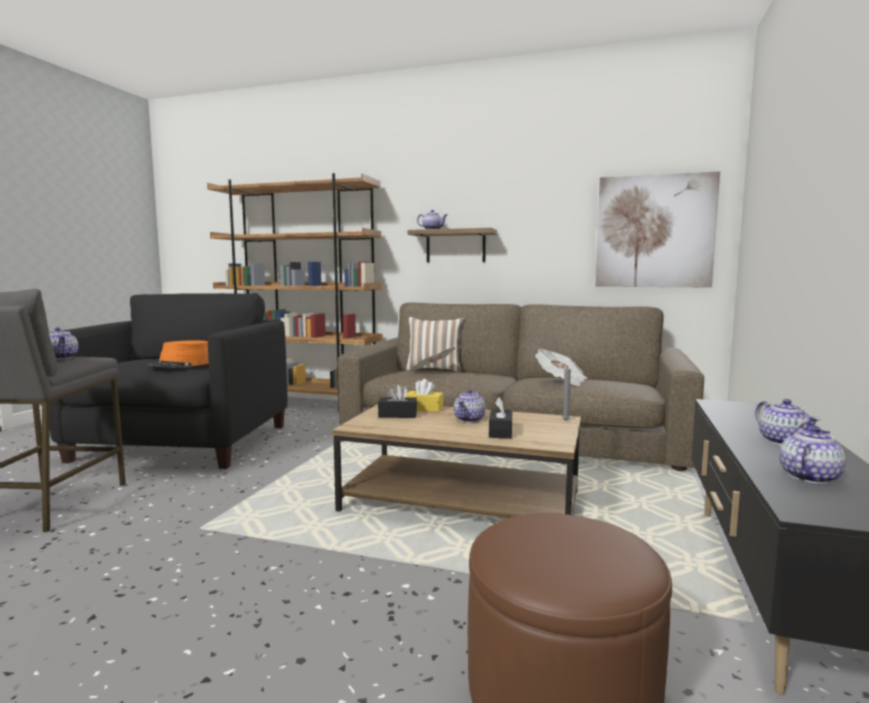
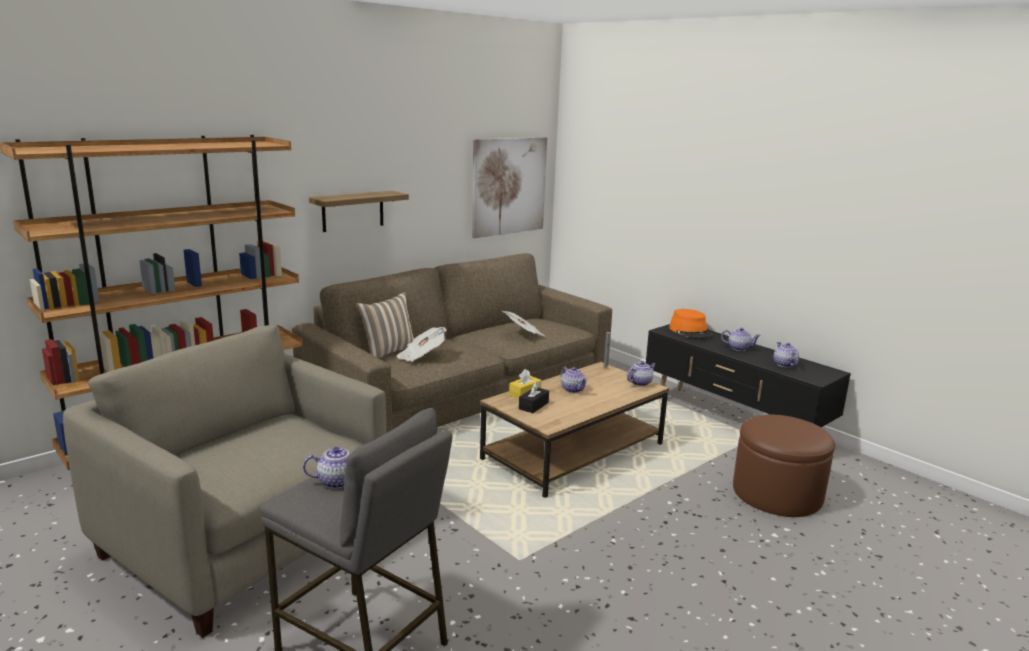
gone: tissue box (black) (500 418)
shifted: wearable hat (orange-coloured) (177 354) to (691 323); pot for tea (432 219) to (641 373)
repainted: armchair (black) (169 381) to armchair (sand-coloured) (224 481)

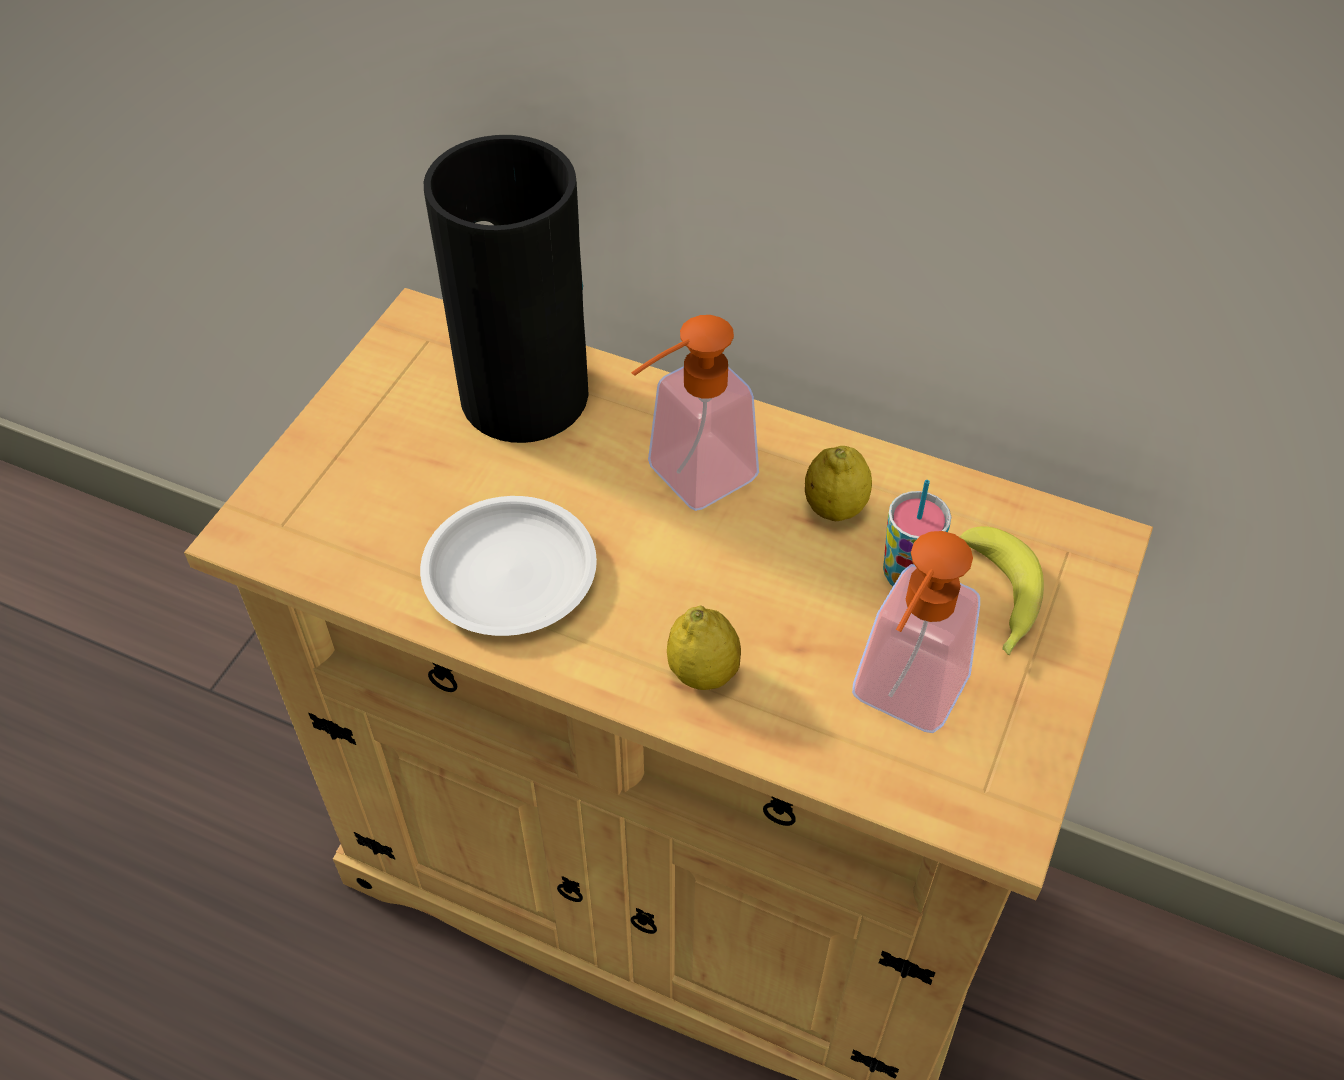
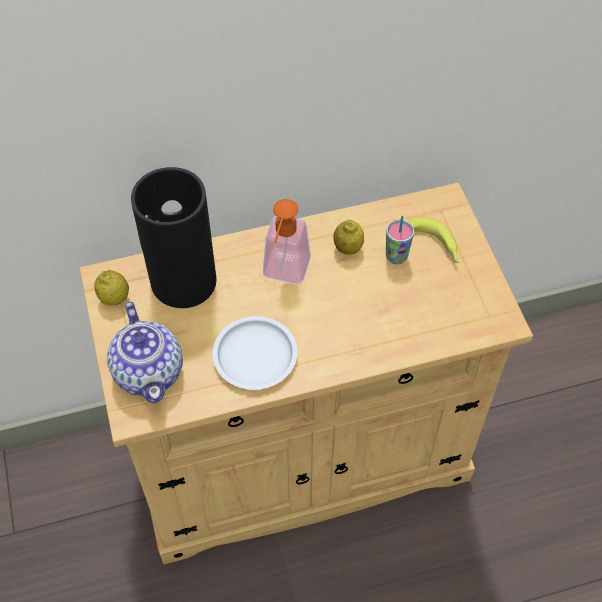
gone: liquid soap bottle (916 632)
new: pot for tea (145 352)
shifted: lemon (704 648) to (111 288)

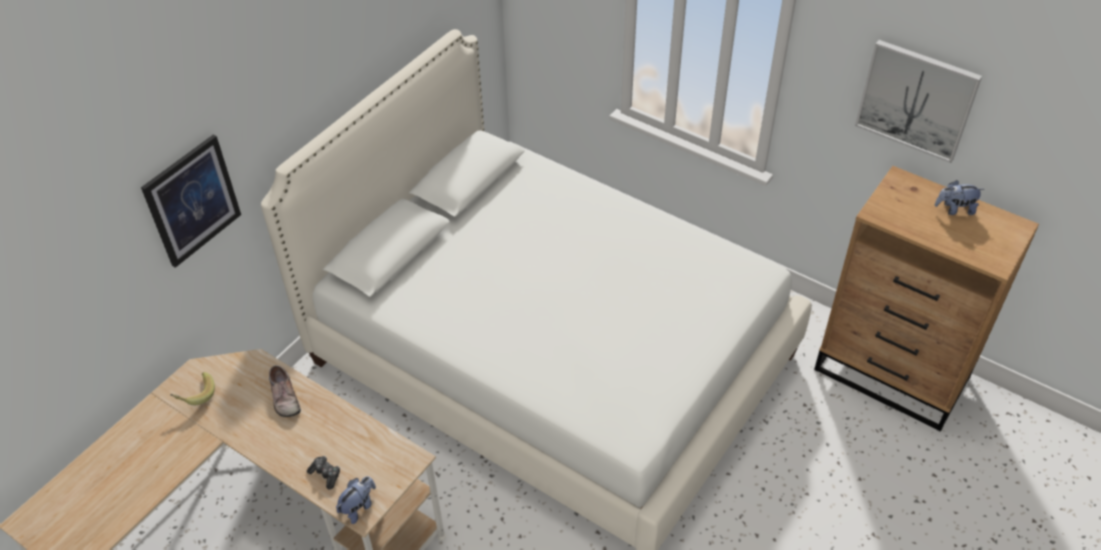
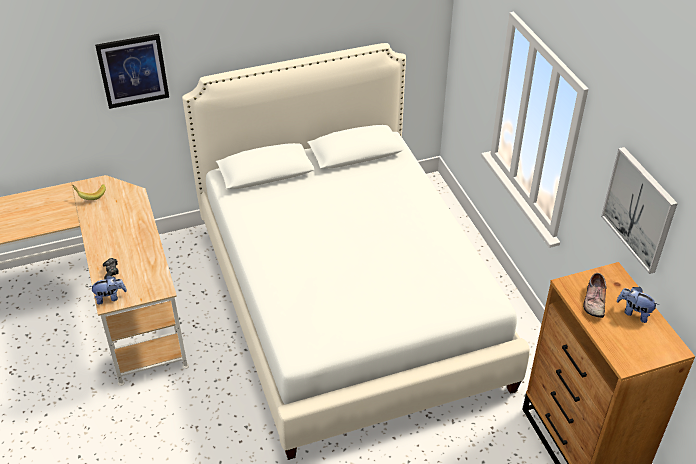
shifted: shoe (285 391) to (595 295)

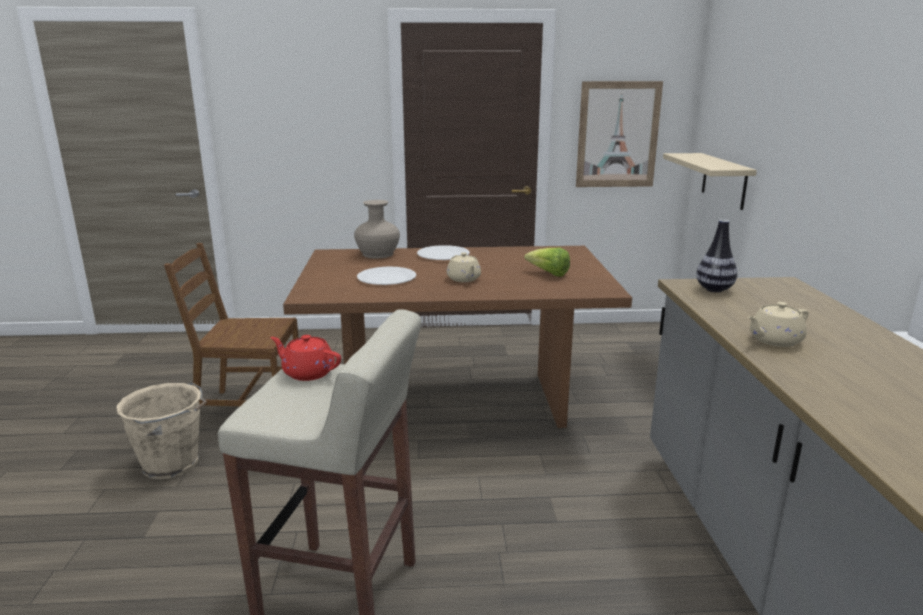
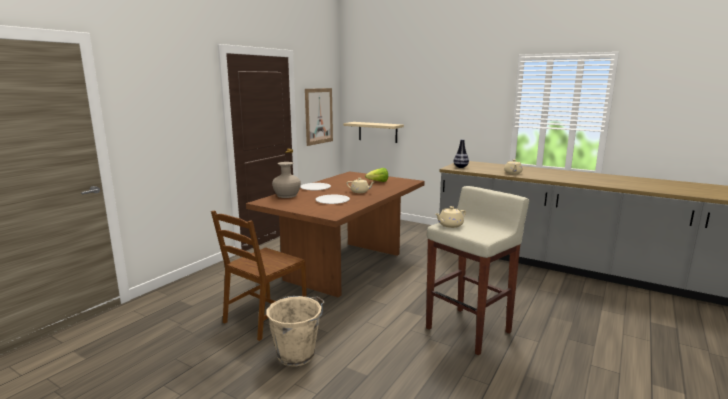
repainted: pot for tea (red) (305 358) to pot for tea (sand-coloured) (451 217)

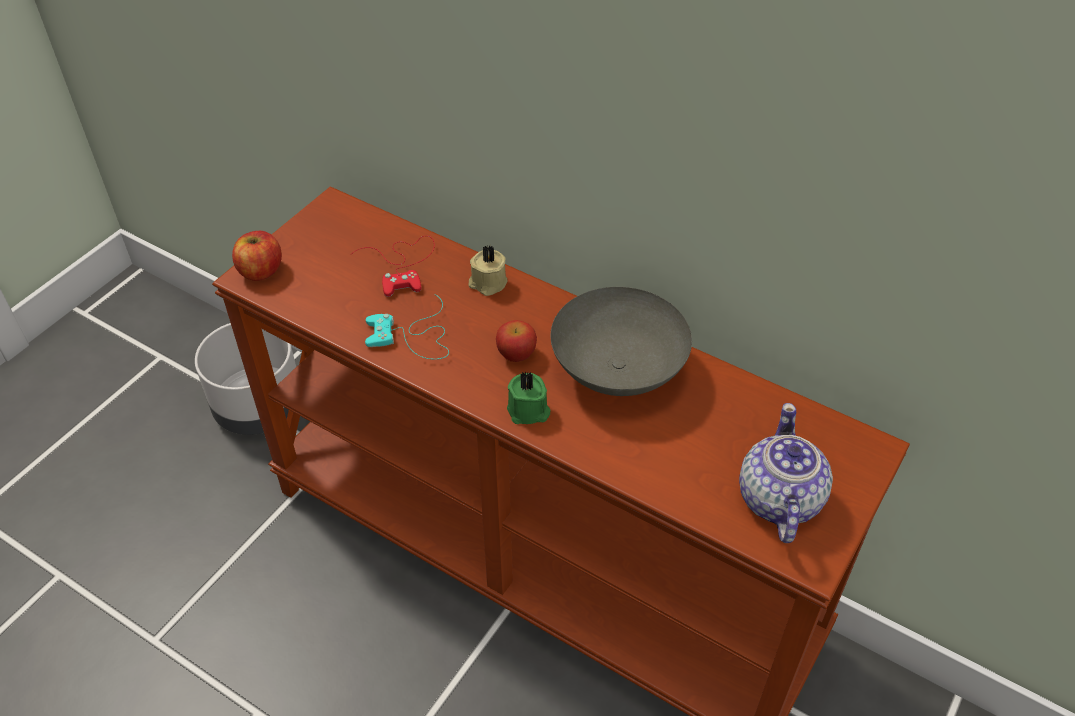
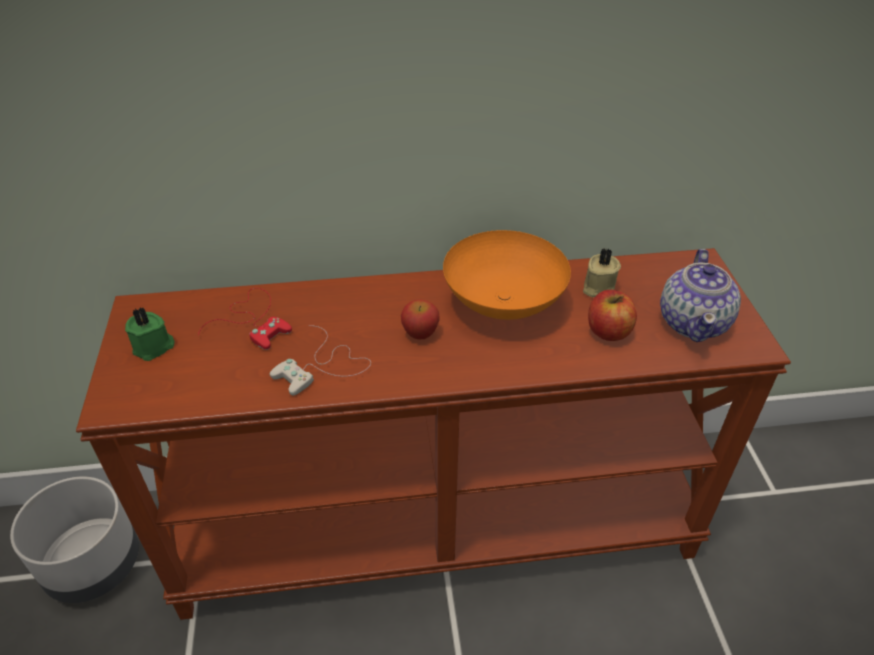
shifted: apple (257 256) to (612 315); wax candle (sand-coloured) (488 270) to (602 273); wax candle (green) (529 398) to (149 334)
repainted: gamepad (blue-green) (407 326) to gamepad (white) (320 360); bowl (greyish) (621 341) to bowl (orange-coloured) (507 275)
rotated: pot for tea (786 473) = (700 295) 135 degrees counterclockwise

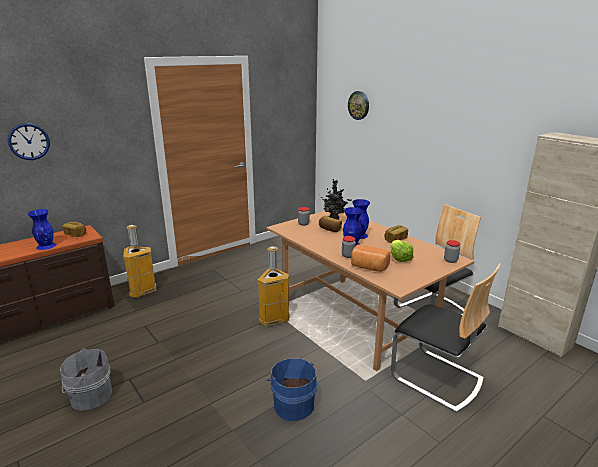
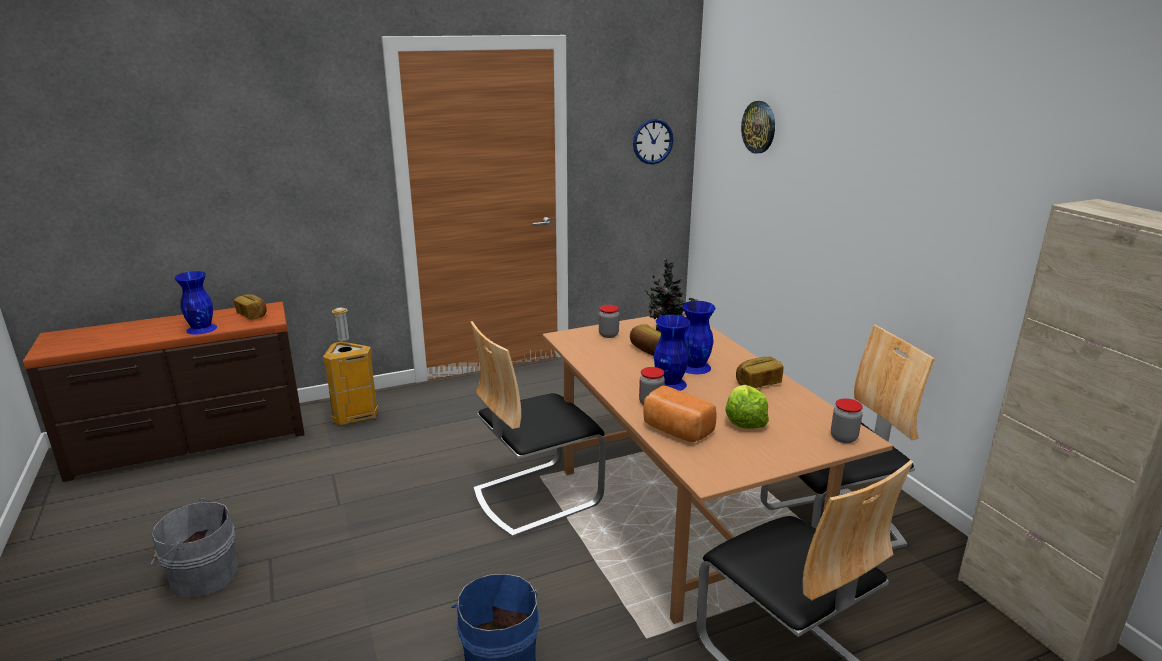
shifted: clock on the wall (29 141) to (653 142)
swapped: waste bin (273 286) to upright chair (538 429)

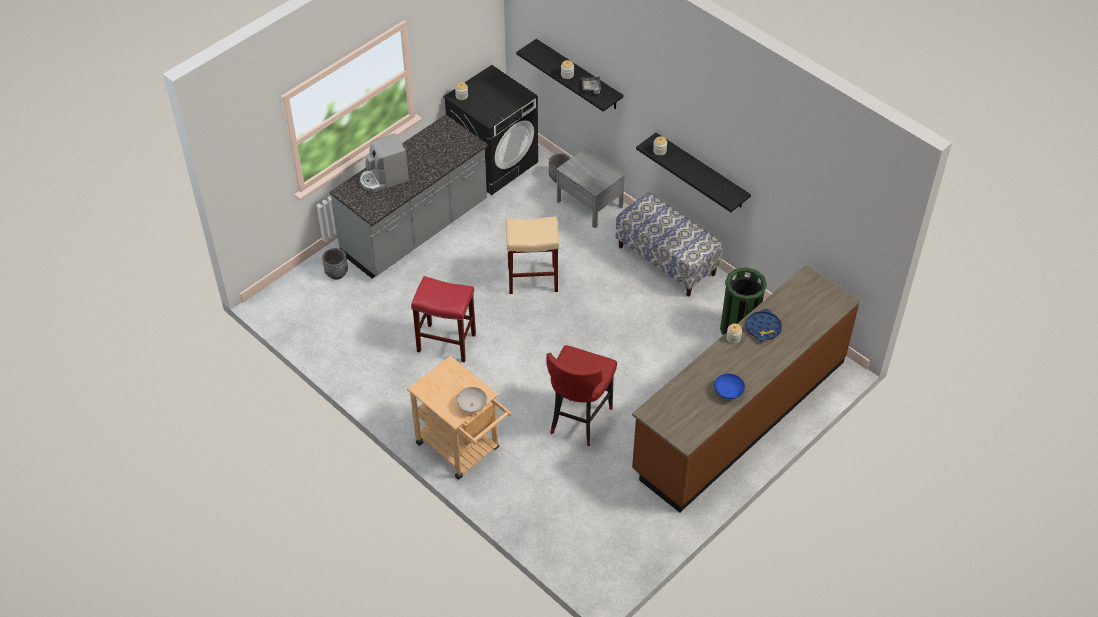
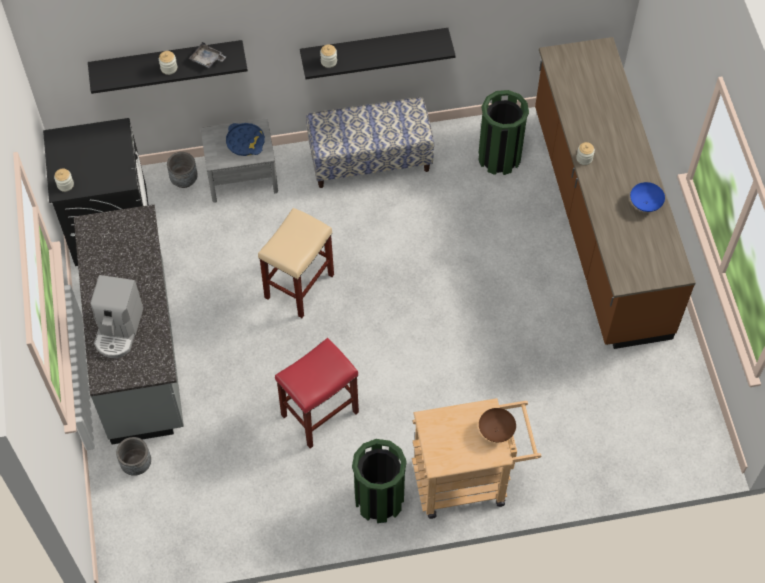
gone: sitting stool (red) (581 395)
new: waste bin (green) (379 481)
shifted: serving tray (blue) (764 325) to (245 139)
repainted: bowl (white) (471 400) to bowl (brown-coloured) (497 425)

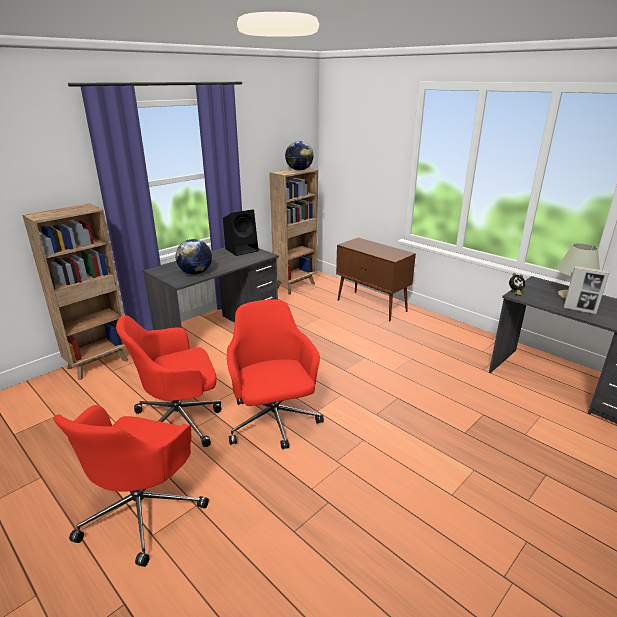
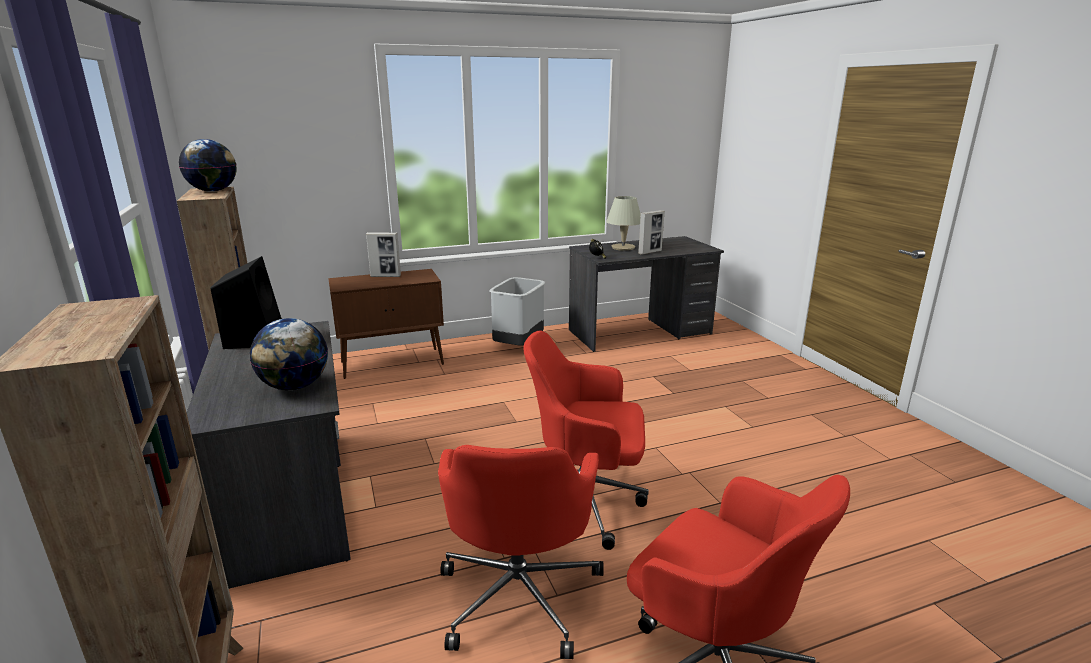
new: picture frame (383 254); waste bin (greyish) (517 311)

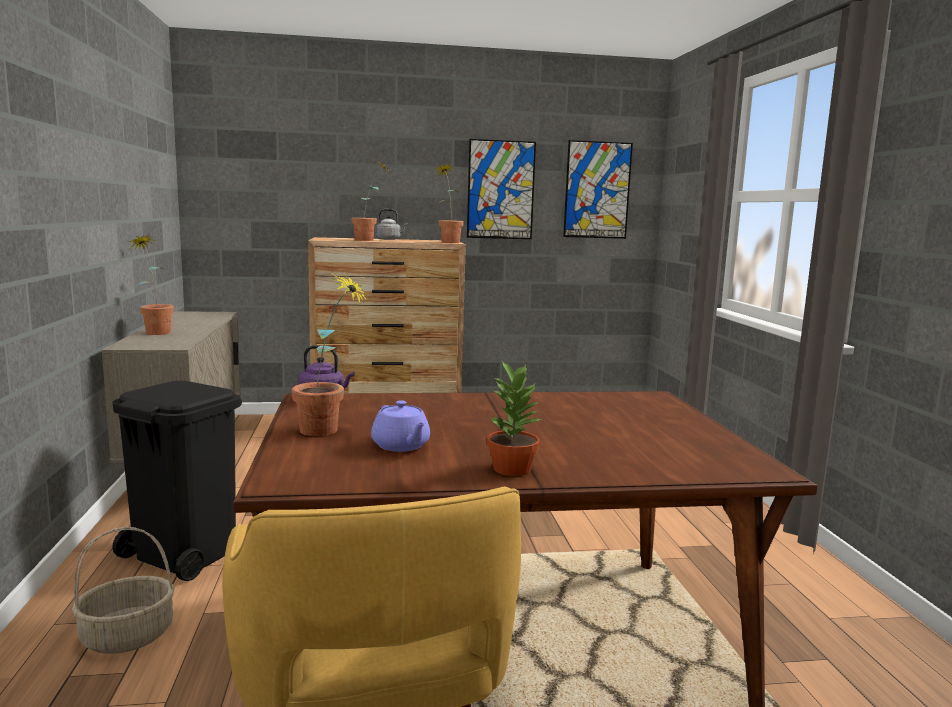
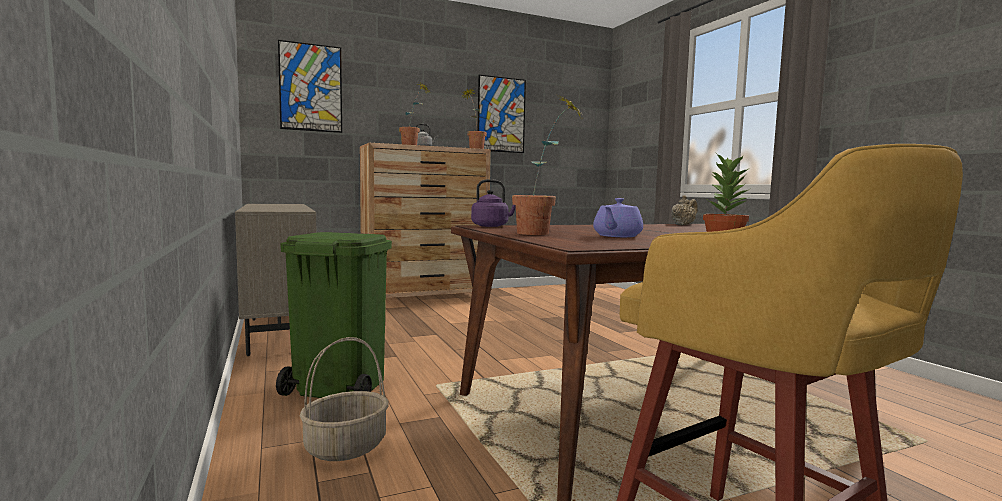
gone: houseplant (150 285)
new: pot for tea (sand-coloured) (685 210)
shifted: picture (598 189) to (310 86)
repainted: waste bin (black) (177 481) to waste bin (green) (334 315)
rotated: pot for tea (purple-coloured) (400 426) = (618 217) 75 degrees clockwise

